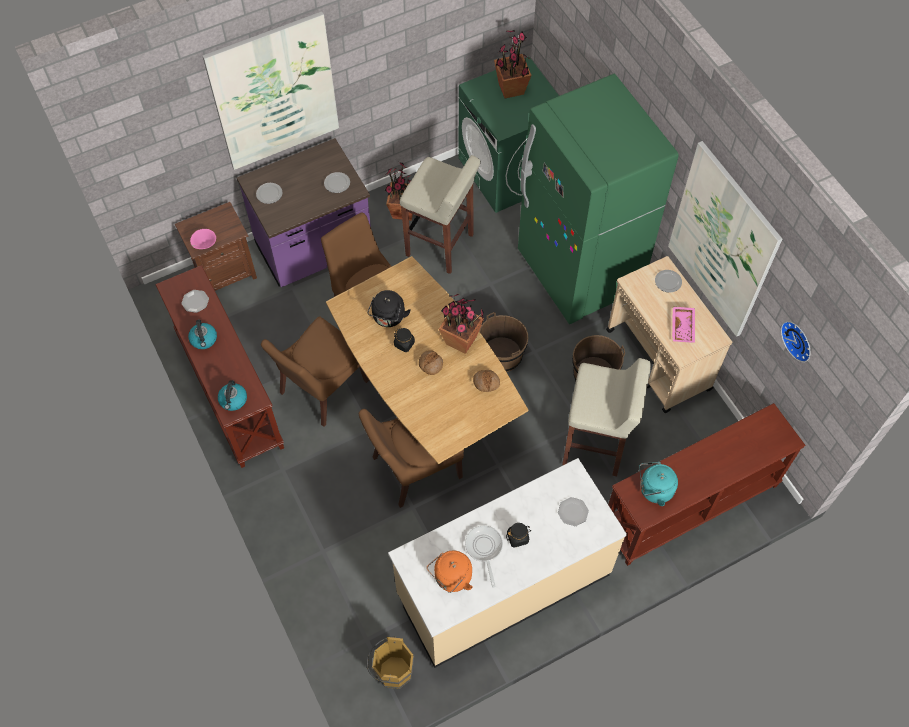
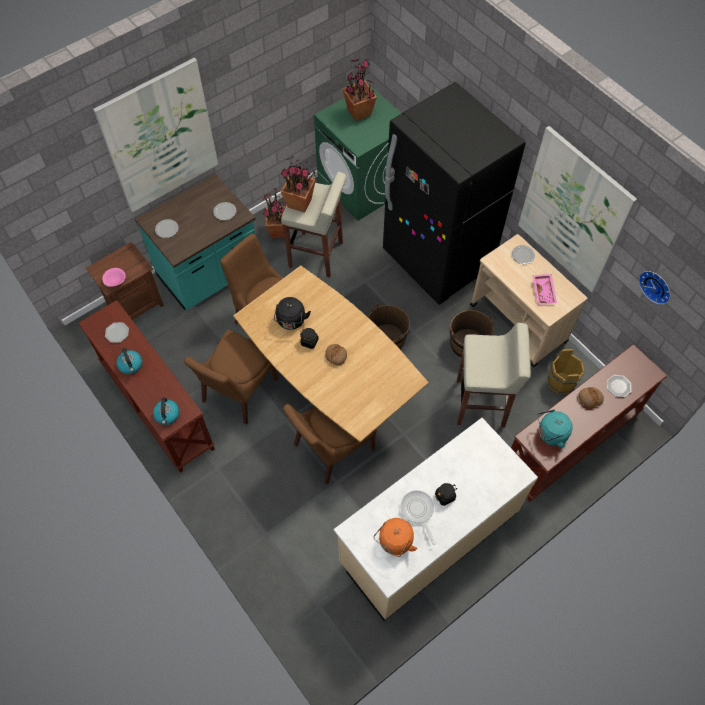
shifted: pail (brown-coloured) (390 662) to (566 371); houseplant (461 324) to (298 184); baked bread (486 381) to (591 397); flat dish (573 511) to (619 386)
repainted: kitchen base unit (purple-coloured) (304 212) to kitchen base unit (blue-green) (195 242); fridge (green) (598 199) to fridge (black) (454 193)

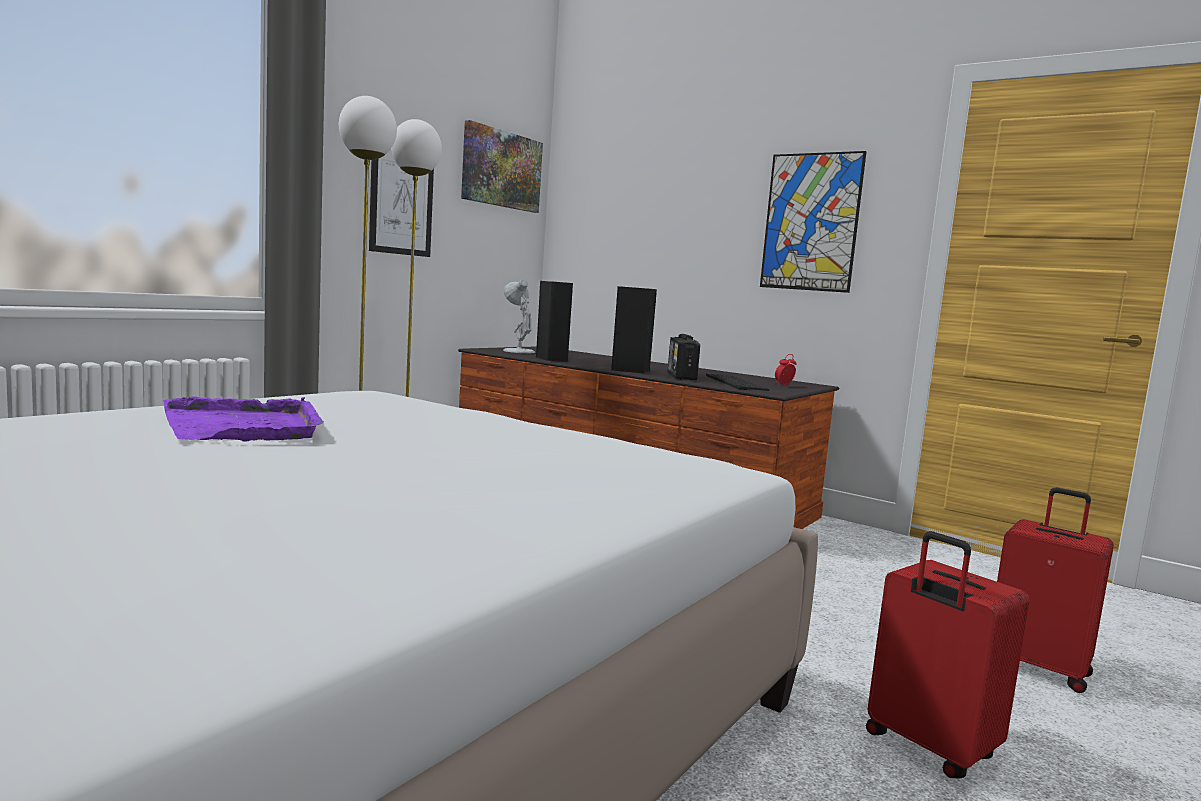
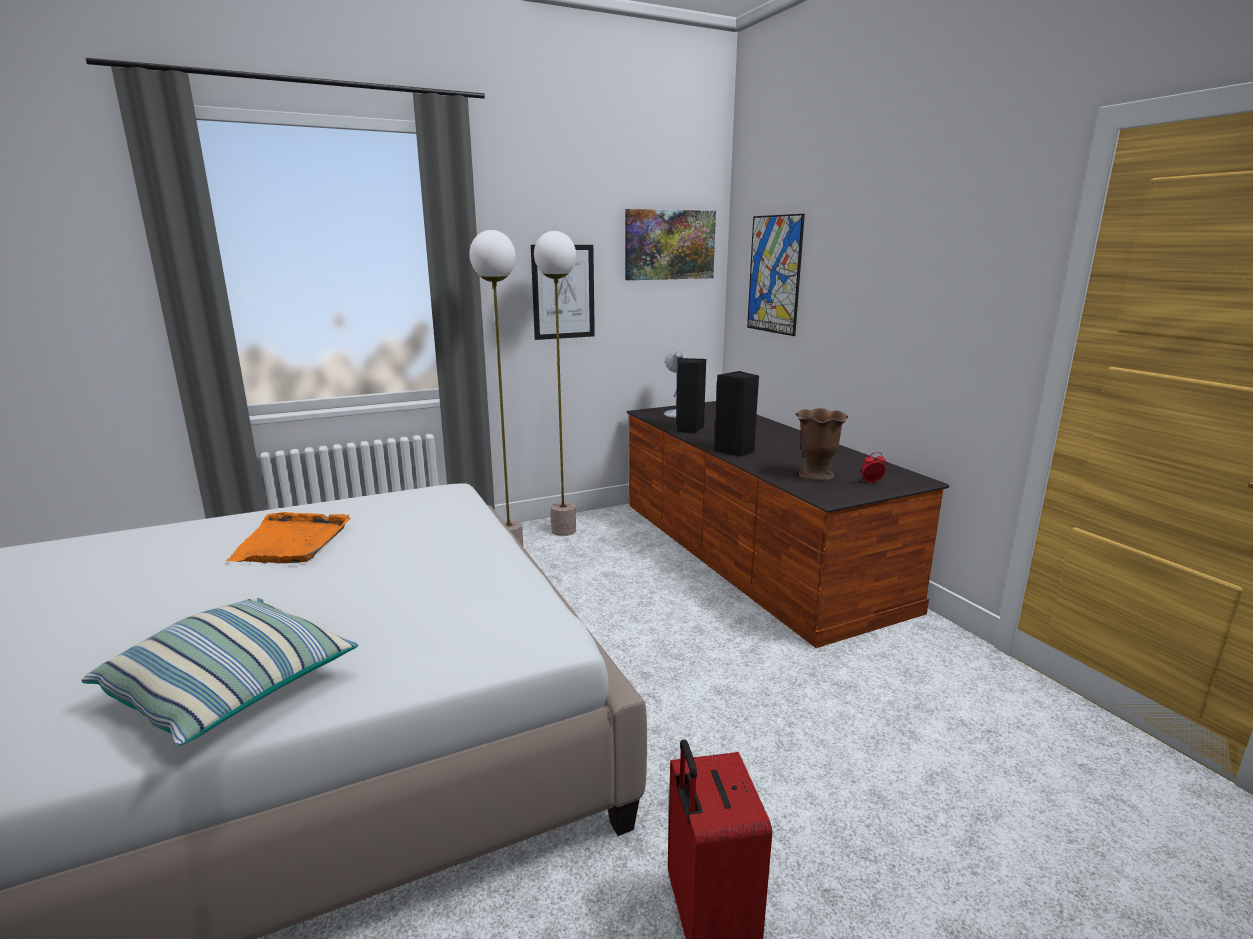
gone: radio receiver (684 357); travel case (red) (1055 590)
new: cushion (219 672)
shifted: picture (813 222) to (776 275)
swapped: keyboard (738 382) to vase (brown-coloured) (822 444)
repainted: serving tray (purple-coloured) (243 419) to serving tray (orange-coloured) (288 537)

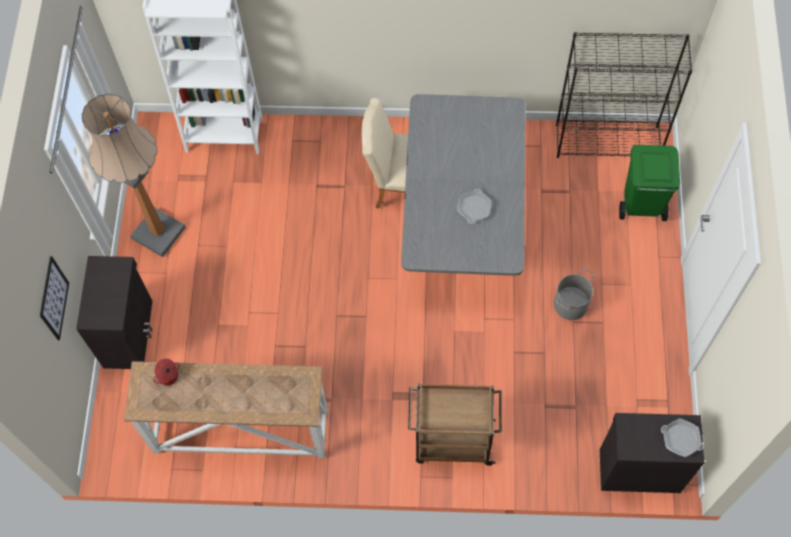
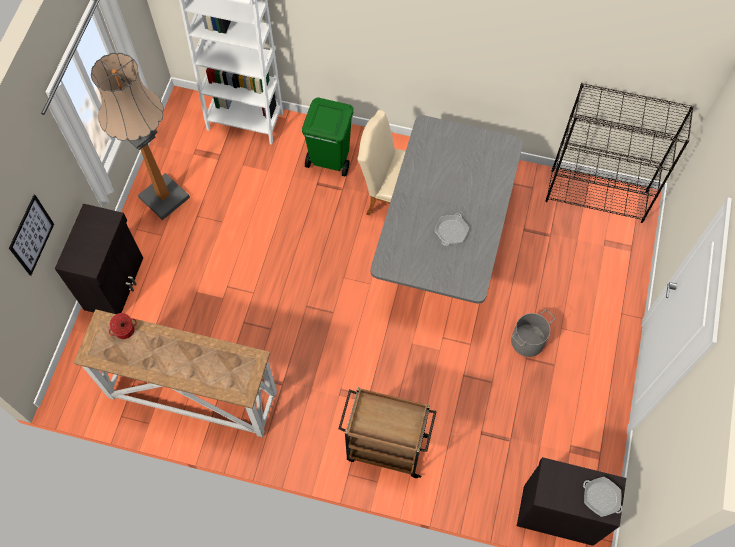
shifted: waste bin (green) (649 183) to (328 137)

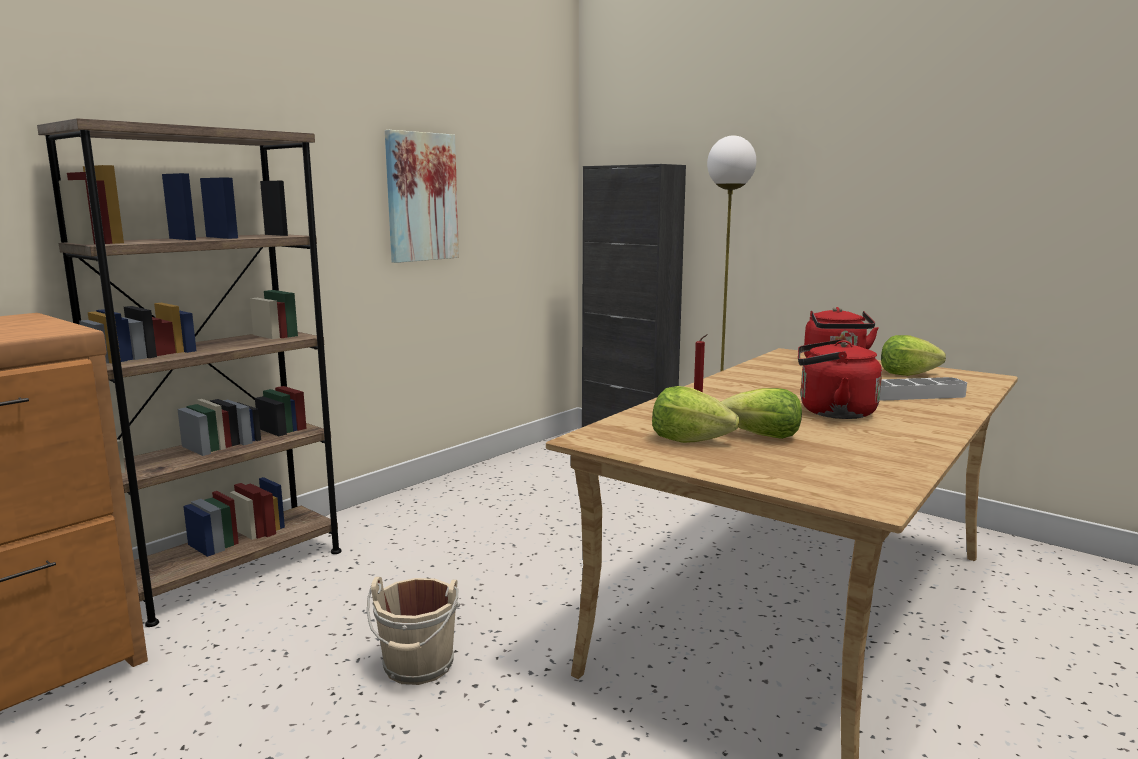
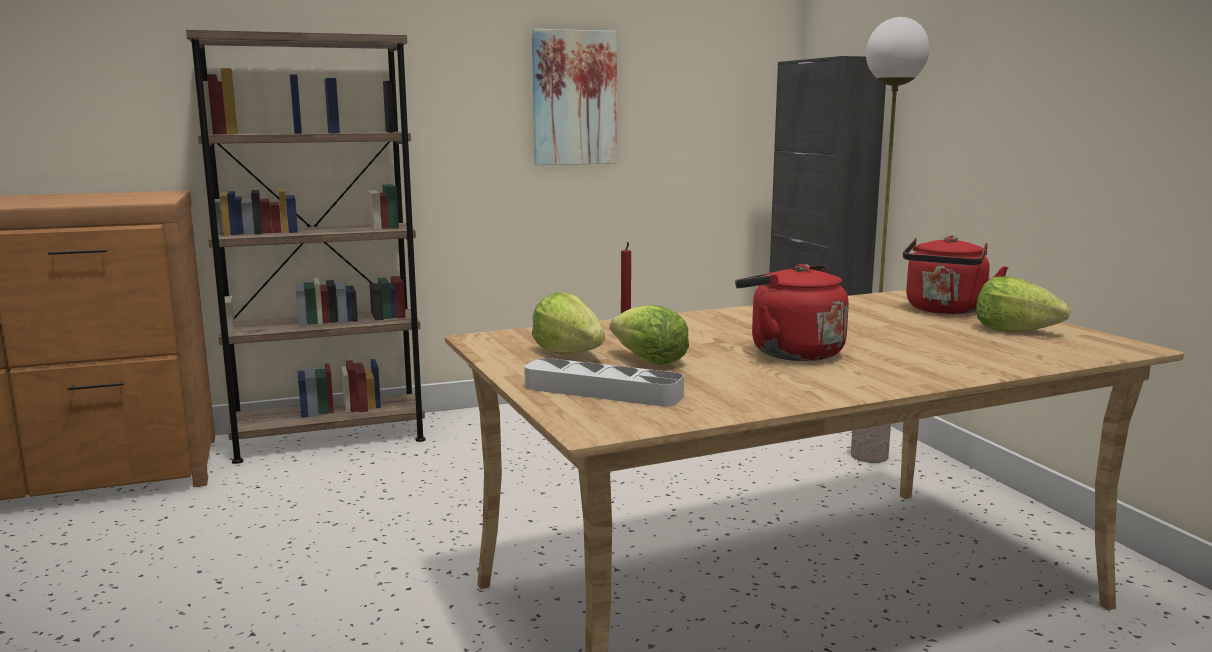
gone: pail (sand-coloured) (413 631)
shifted: serving tray (greyish) (923 389) to (604 382)

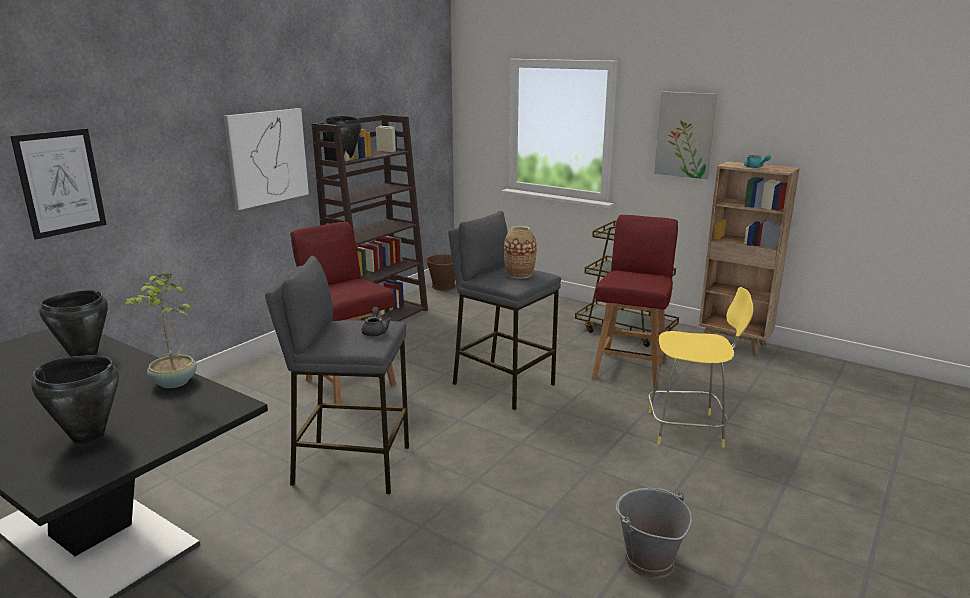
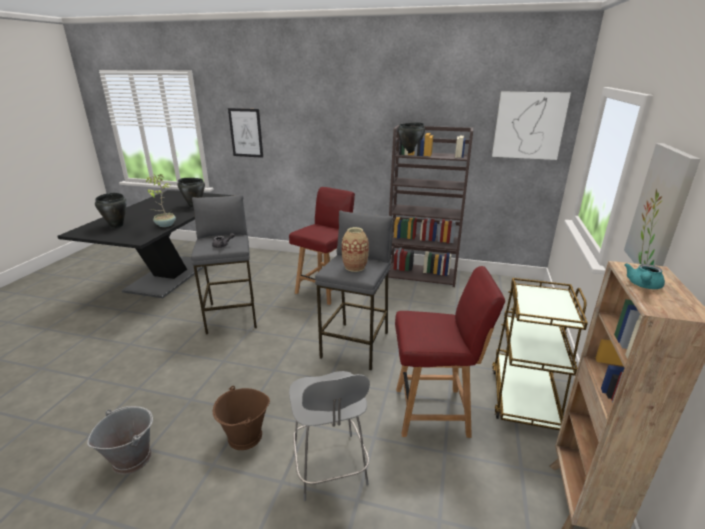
shifted: picture (266 159) to (531 126); pail (brown-coloured) (439 272) to (241 418)
repainted: sitting stool (yellow-coloured) (700 367) to sitting stool (greyish) (329 436)

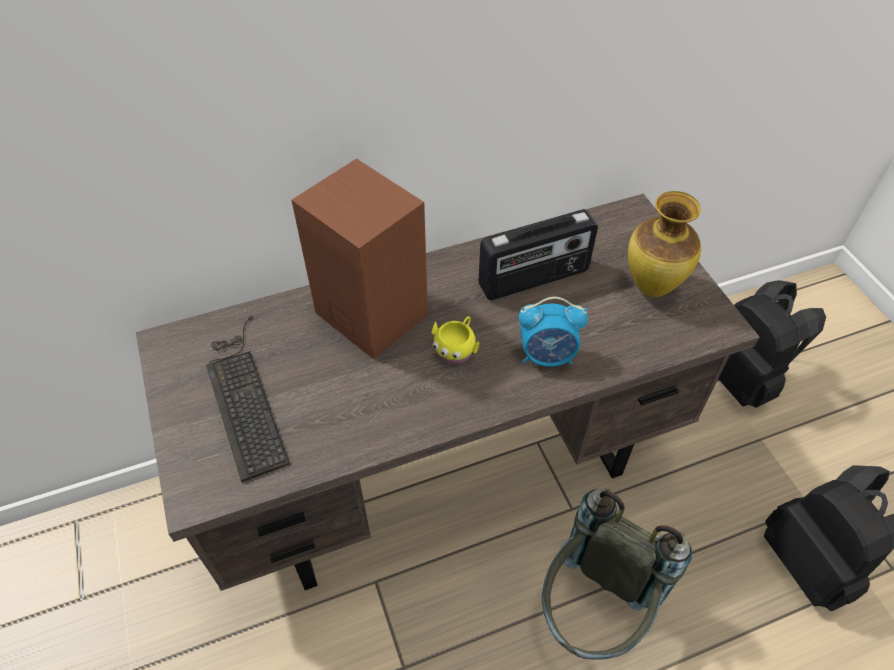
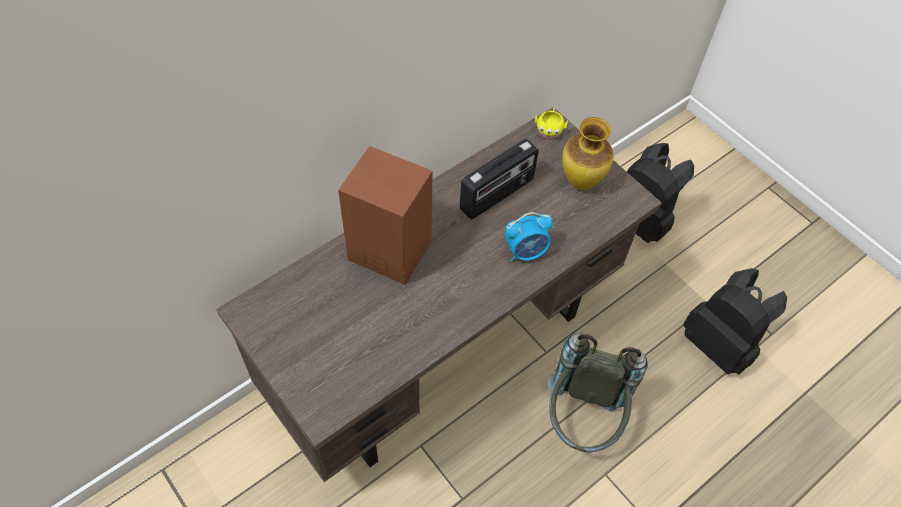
gone: keyboard (248 398)
shifted: coffee mug (yellow-coloured) (455 340) to (551 123)

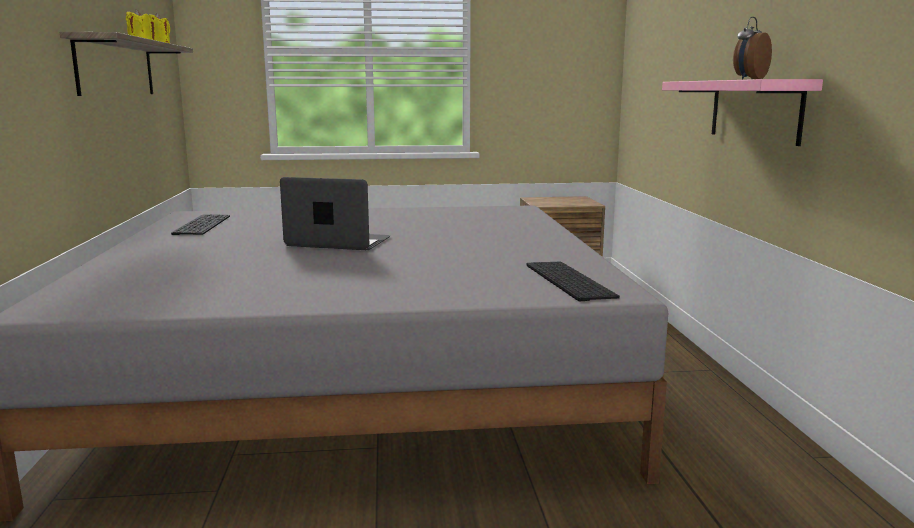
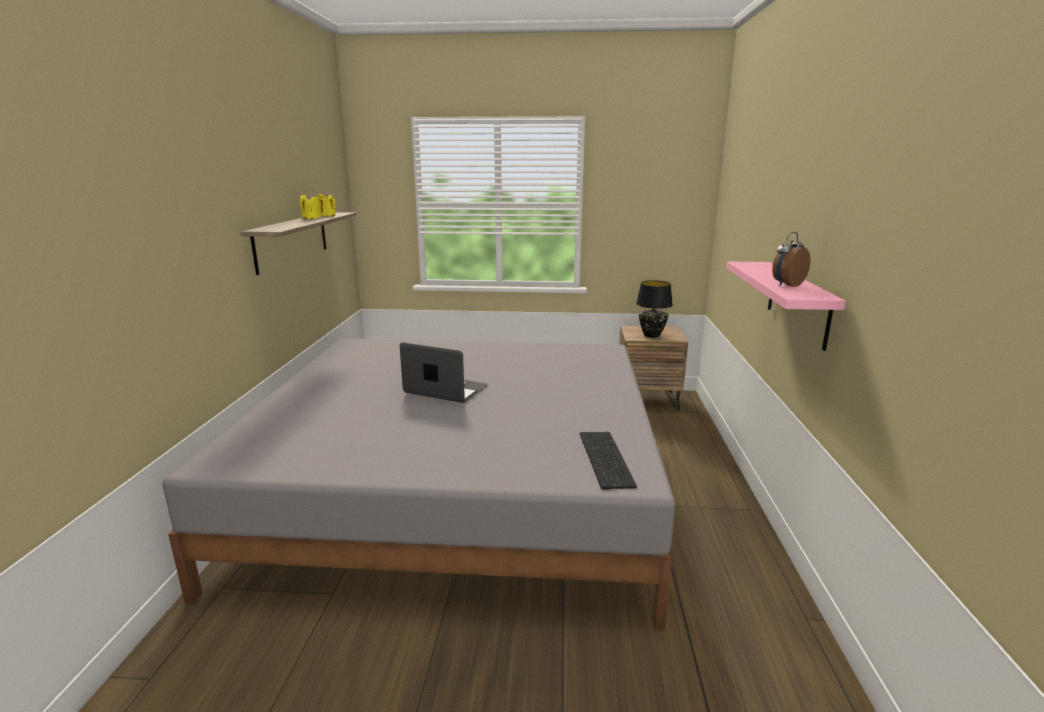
gone: keyboard (200 224)
new: table lamp (black) (654 309)

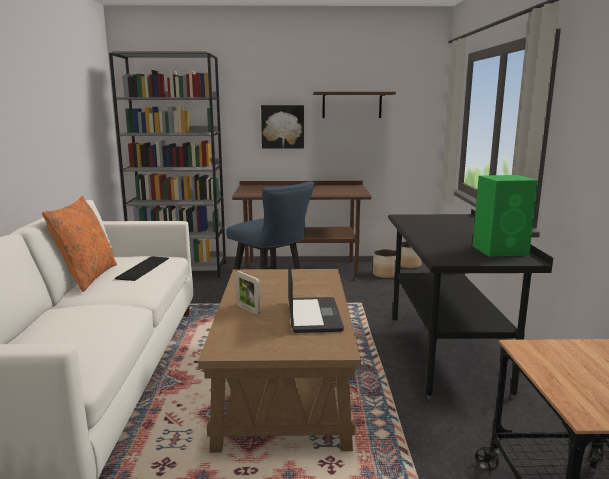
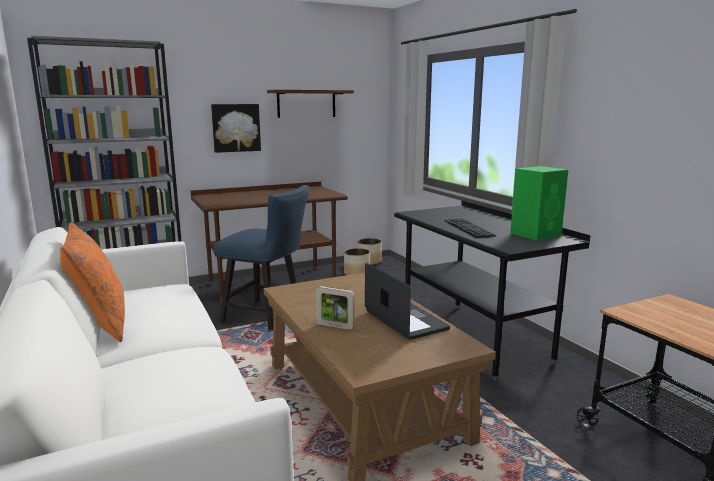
shifted: keyboard (142 268) to (470 228)

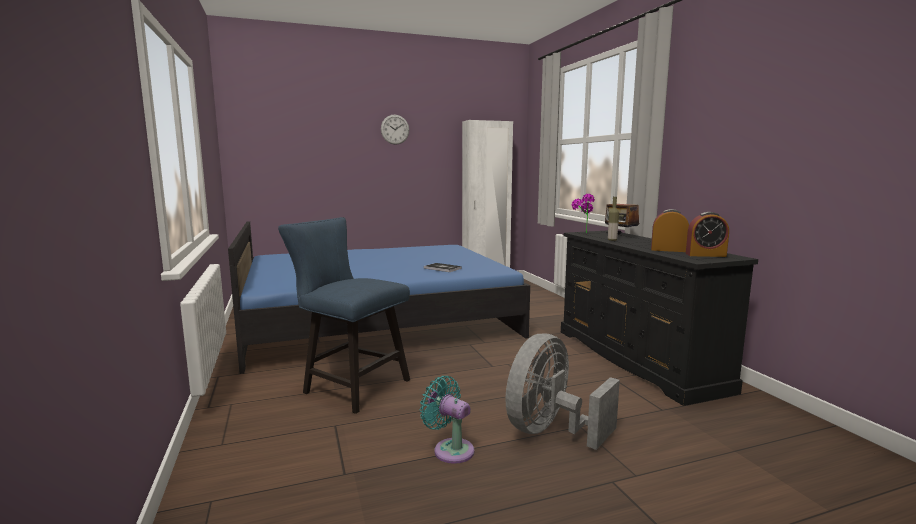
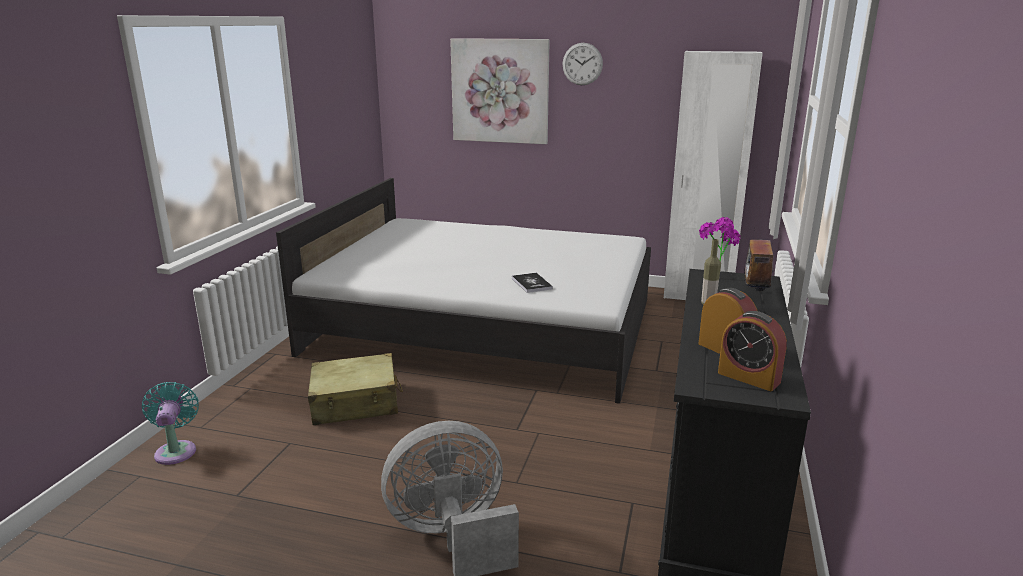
new: picture (500 91)
shifted: electric fan (blue-green) (447 420) to (170 423)
swapped: upright chair (blue) (344 315) to travel case (sand-coloured) (355 389)
repainted: bedroom bed (blue) (379 297) to bedroom bed (white) (463 291)

